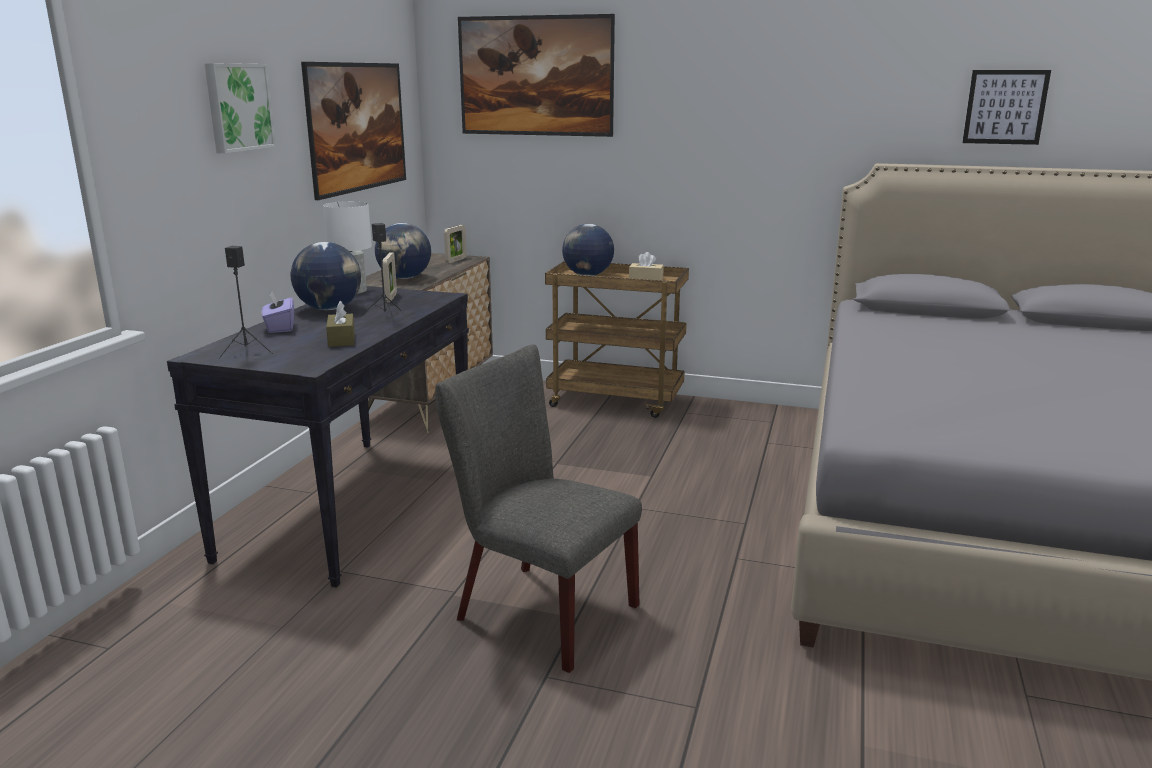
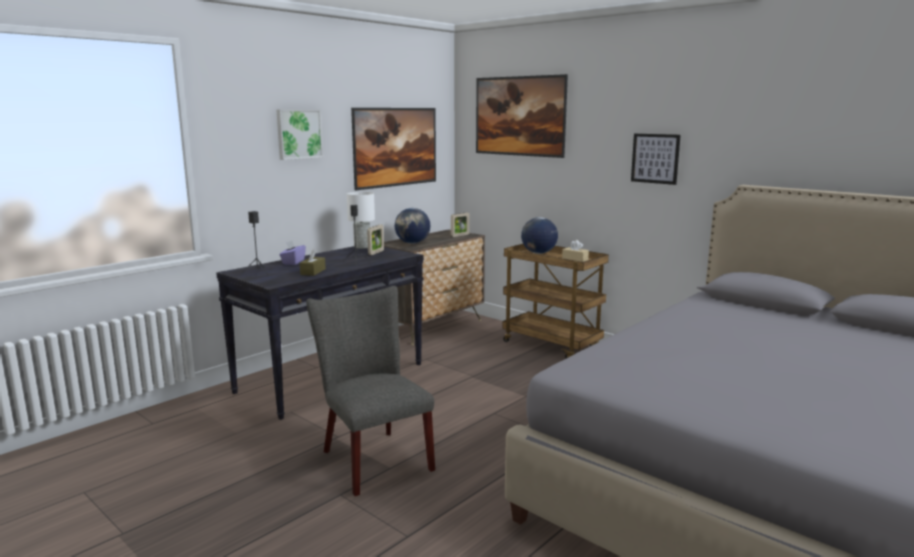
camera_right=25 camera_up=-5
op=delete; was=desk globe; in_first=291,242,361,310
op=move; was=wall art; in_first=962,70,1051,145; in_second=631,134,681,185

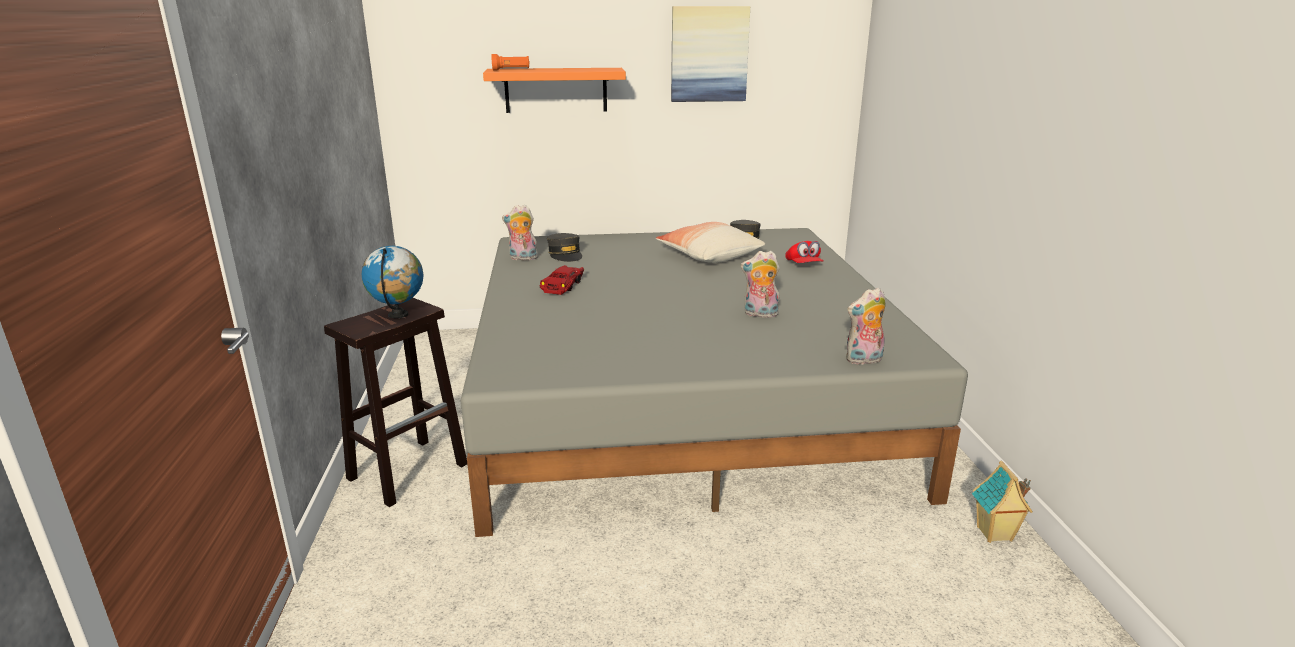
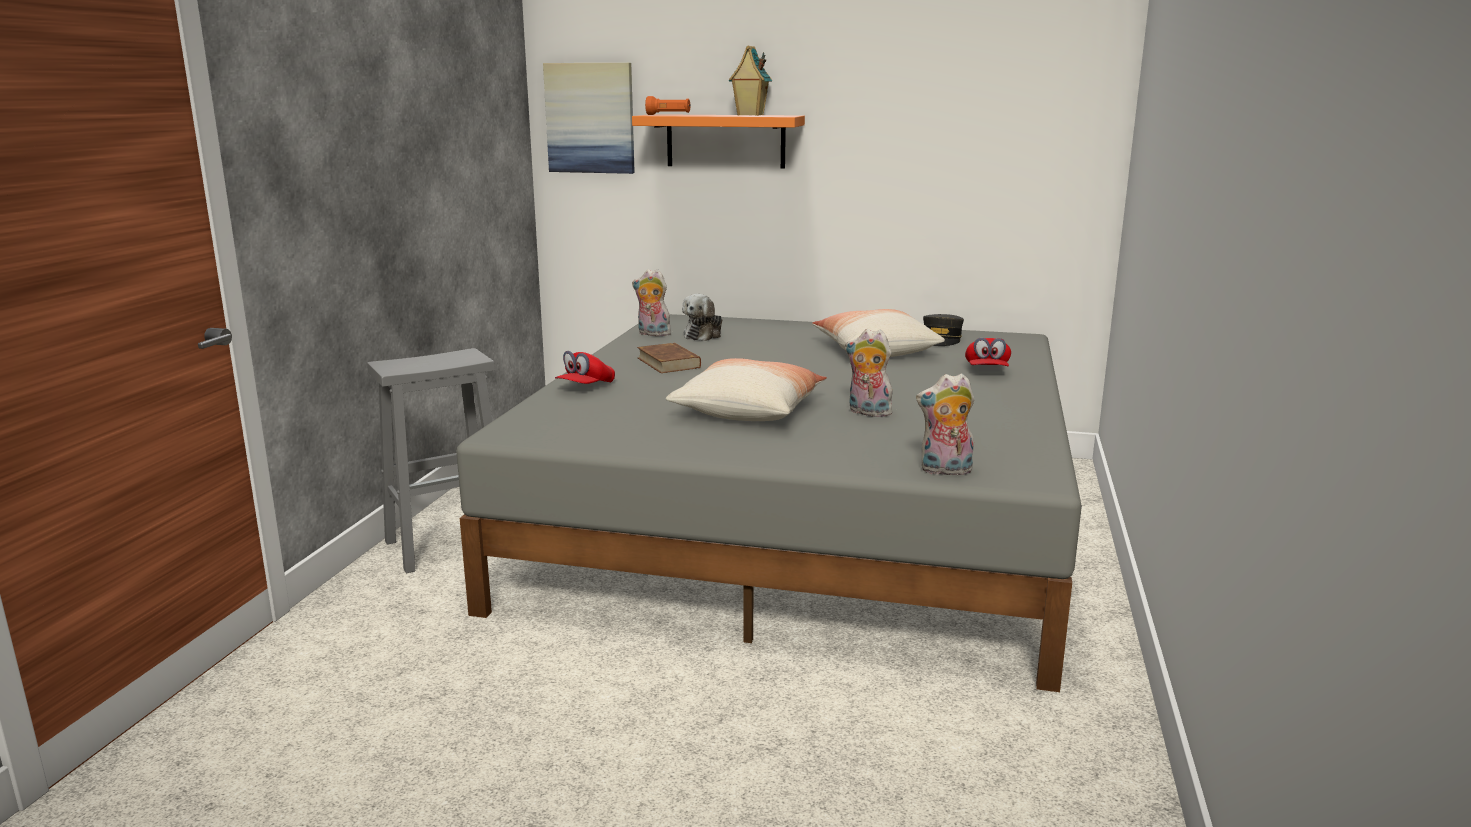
camera_right=20 camera_up=-5
op=recolor; was=stool/brownish; now=stool/gray; in_first=324,298,467,507; in_second=367,348,495,574
op=delete; was=desk globe; in_first=362,246,424,318
op=replace; was=toy car/red-coloured; now=bound book/brownish; in_first=540,265,584,295; in_second=637,343,701,373
op=replace; was=peaked cap/gray; now=plush toy; in_first=547,233,582,262; in_second=682,294,722,341
op=move; was=wall art; in_first=671,6,750,102; in_second=543,63,635,174
op=move; was=miniature house; in_first=972,461,1033,543; in_second=729,46,772,116
op=insert; now=peaked cap/red-coloured; in_second=555,351,615,384
op=insert; now=cushion; in_second=666,358,827,421

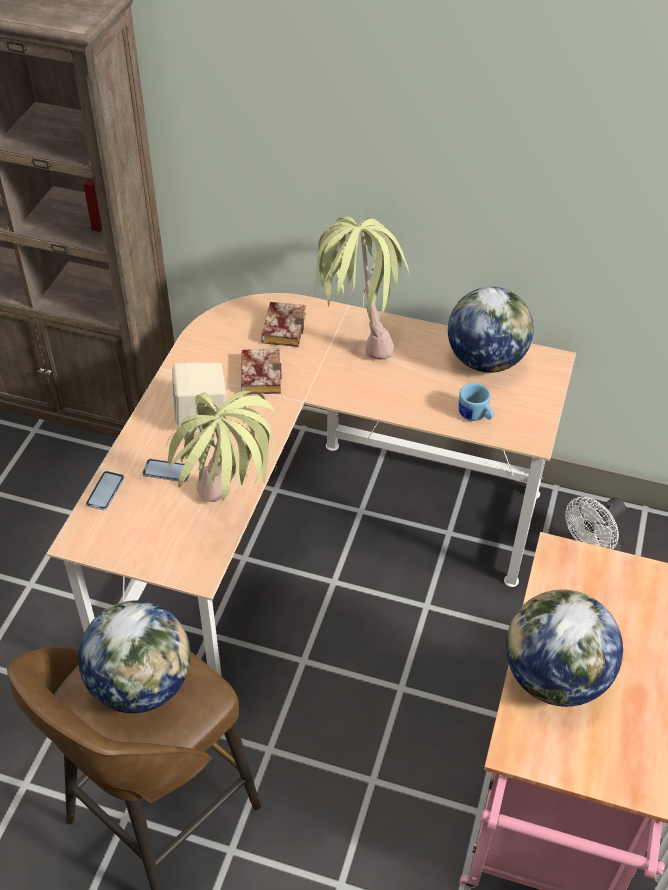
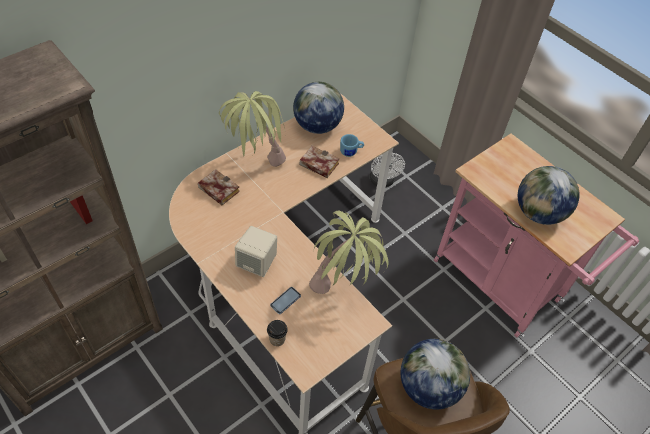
camera_right=-60 camera_up=5
op=replace; was=phone; now=cup; in_first=86,471,124,510; in_second=267,320,288,346
op=move; was=bound book; in_first=241,349,282,395; in_second=300,146,340,178

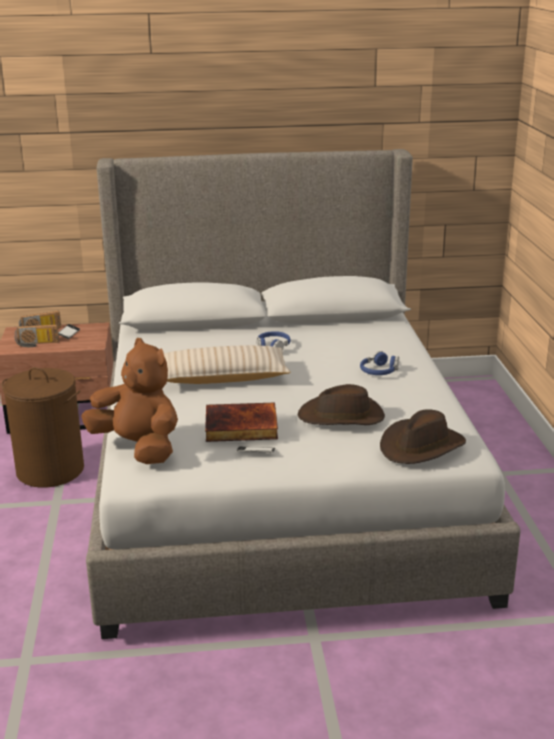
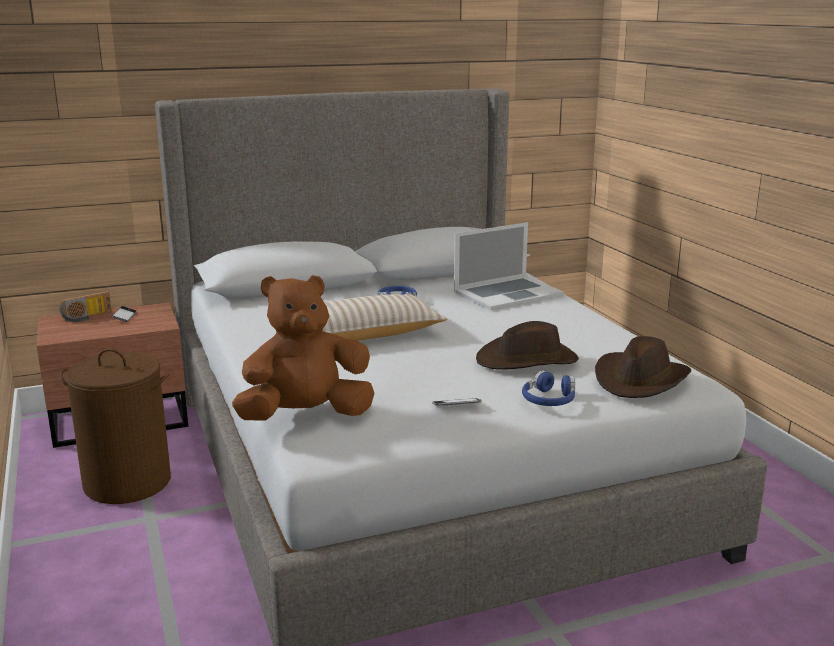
camera_right=-15 camera_up=-5
op=delete; was=radio set; in_first=14,325,59,347
op=rotate; was=plush toy/brownish; in_first=81,338,178,464; in_second=232,275,375,421; clockwise=-45
op=delete; was=bound book; in_first=205,402,278,442
op=move; was=headphones/bluish; in_first=360,351,399,375; in_second=522,370,575,406
op=insert; now=portable computer; in_second=454,222,564,310

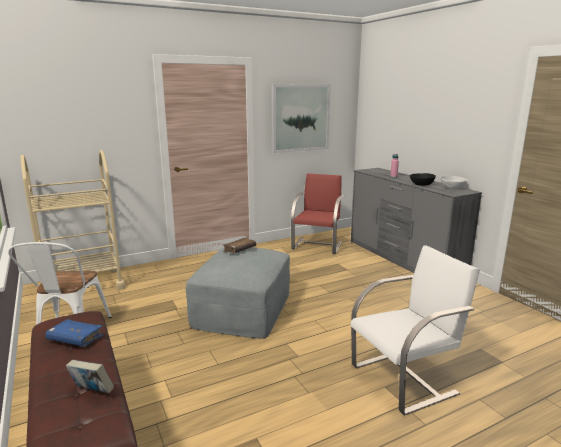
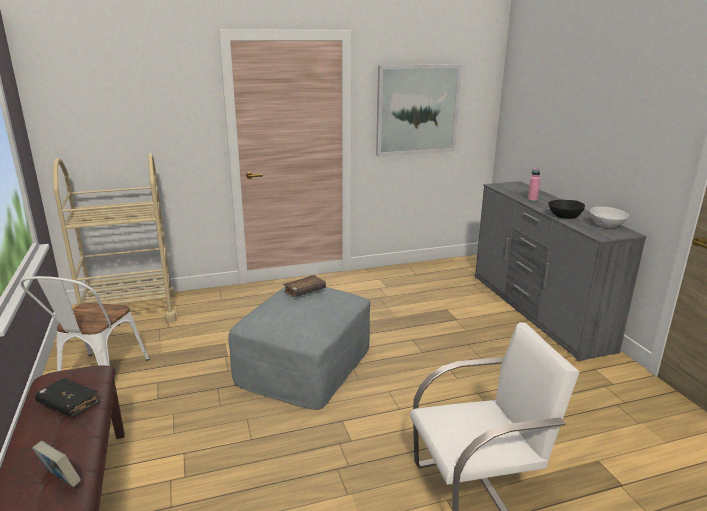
camera_right=10 camera_up=5
op=recolor; was=bound book/bluish; now=bound book/black-coloured; in_first=46,319,104,347; in_second=35,378,101,417
op=delete; was=upright chair/red-coloured; in_first=291,173,344,254

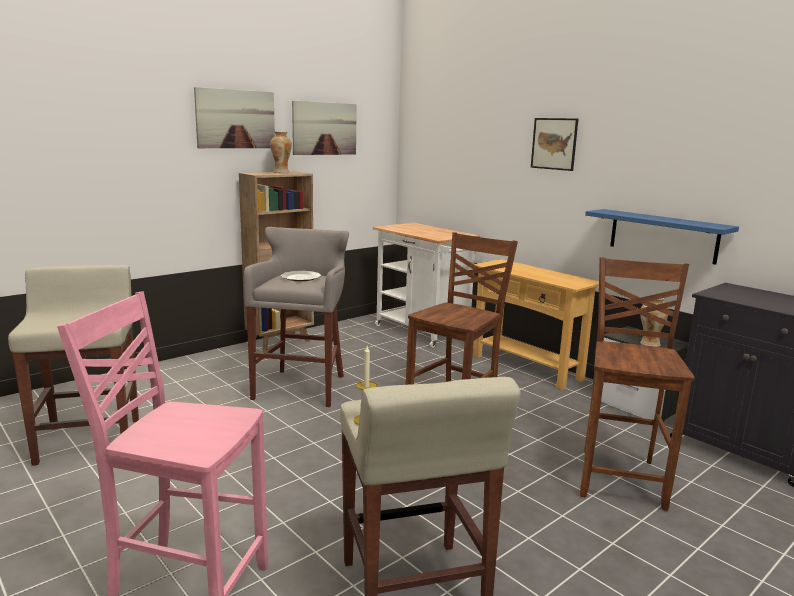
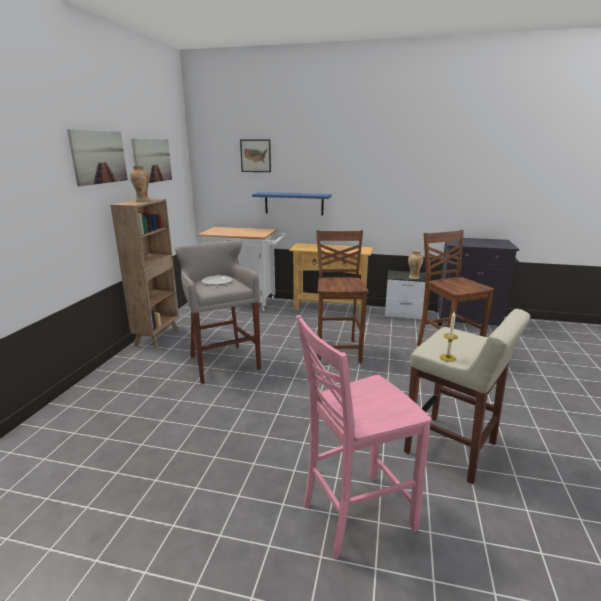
camera_right=-35 camera_up=5
op=delete; was=stool/beige-coloured; in_first=8,265,139,466
op=move; was=wall art; in_first=531,118,578,171; in_second=240,139,271,172
op=move; was=wall shelf/bluish; in_first=585,209,739,265; in_second=252,192,332,215

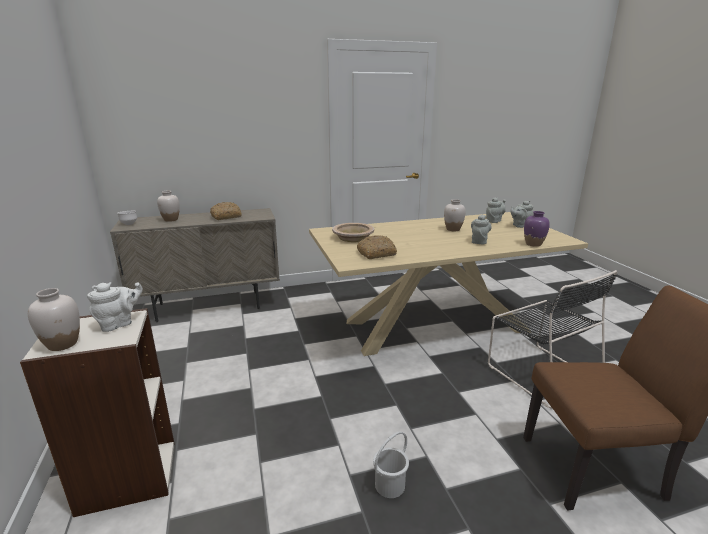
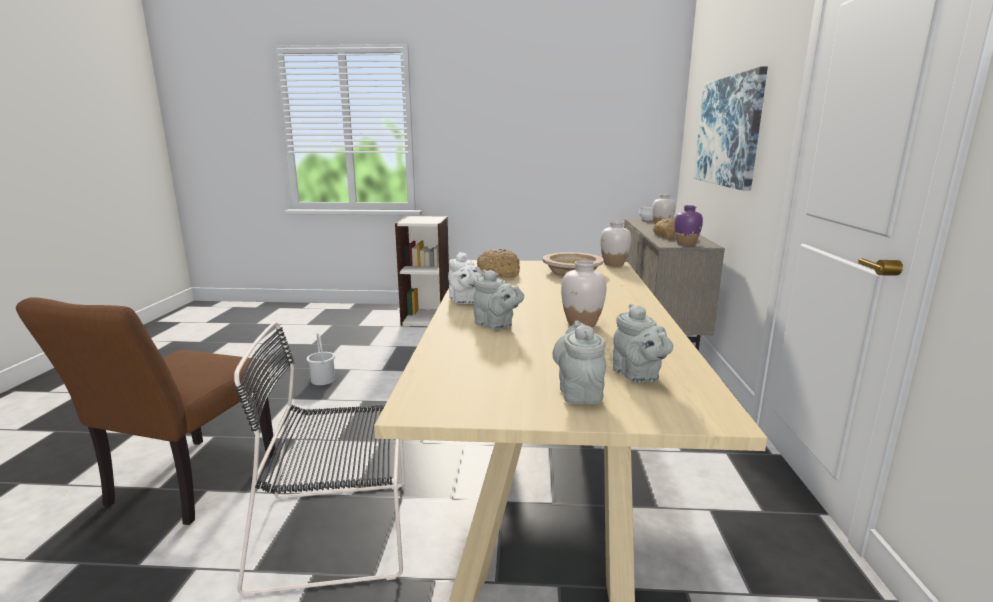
camera_right=110 camera_up=-5
op=move; was=decorative vase/white; in_first=28,288,80,351; in_second=600,221,631,266
op=move; was=pot for tea/white; in_first=87,282,143,332; in_second=448,252,482,304
op=move; was=decorative vase/purple-coloured; in_first=524,211,550,247; in_second=674,205,703,246
op=insert; now=wall art; in_second=694,66,768,191

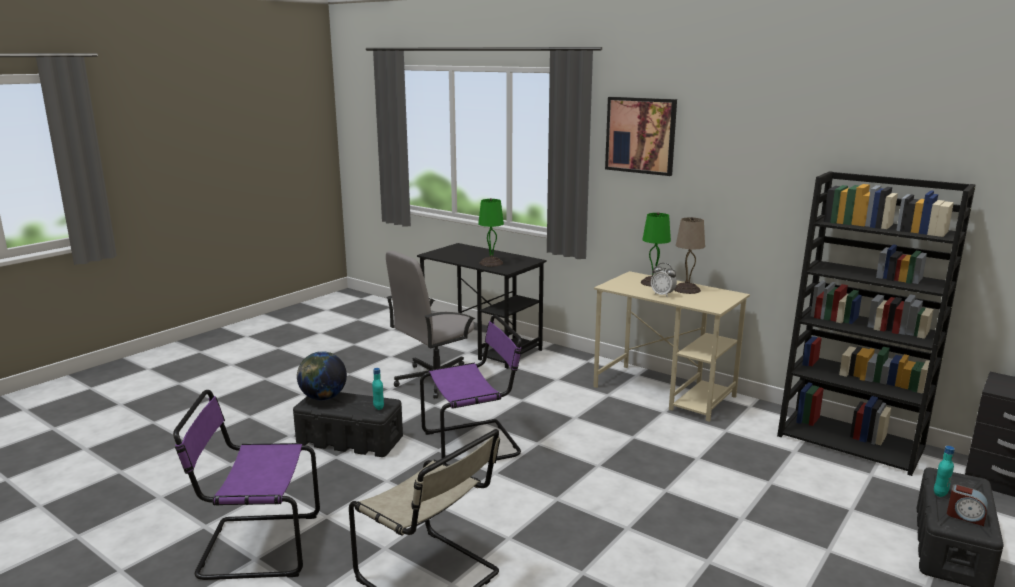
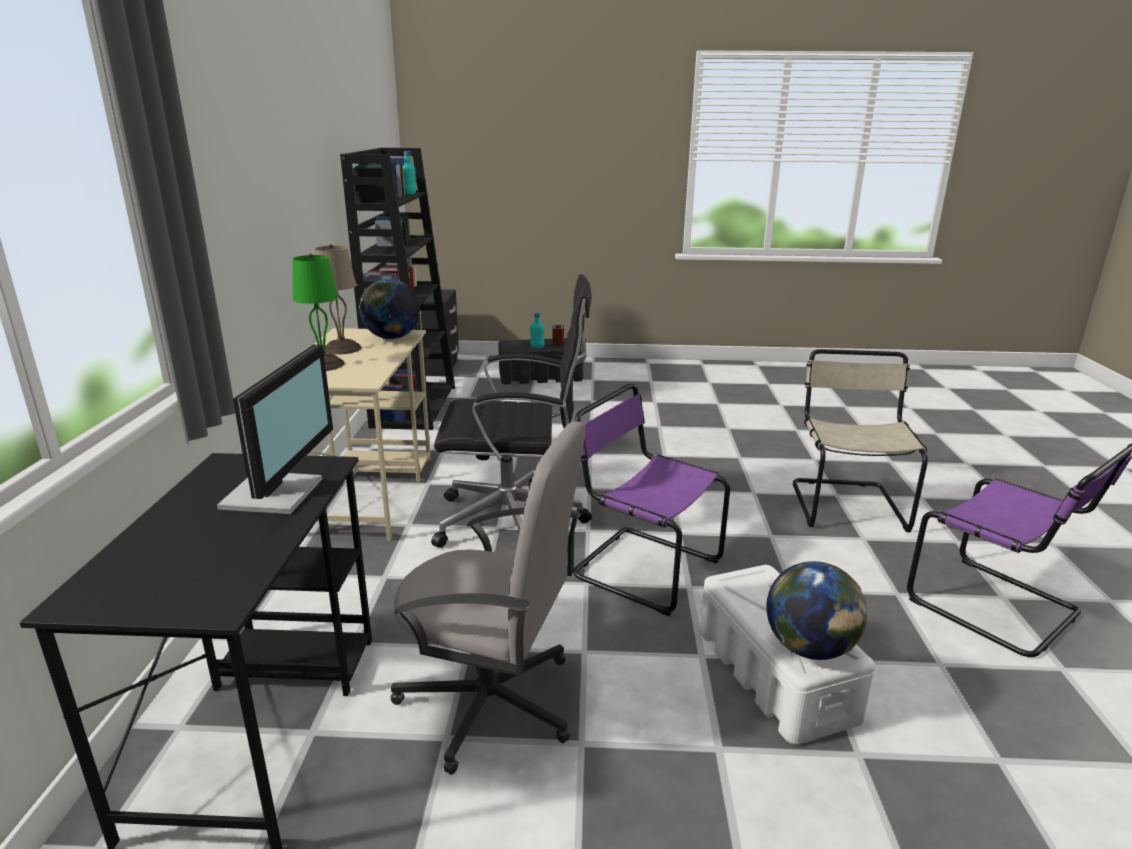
camera_right=-125 camera_up=5
op=recolor; was=storage bin/black-coloured; now=storage bin/white; in_first=293,392,403,457; in_second=700,565,875,745
op=move; was=drink bottle/blue-green; in_first=372,368,384,410; in_second=403,151,417,195
op=replace; was=table lamp/green; now=computer screen; in_first=478,198,504,267; in_second=217,345,333,514
op=delete; was=wall art; in_first=605,97,677,176
op=delete; was=table clock; in_first=651,263,677,297
op=insert; now=desk globe; in_second=359,279,420,340
op=insert; now=desk chair/black-coloured; in_second=431,274,592,548

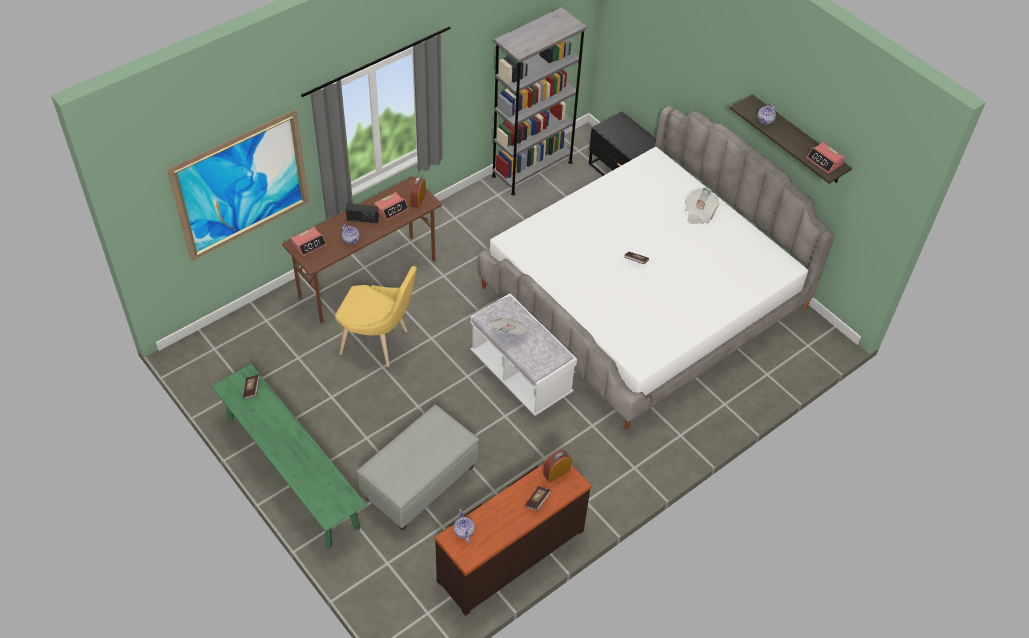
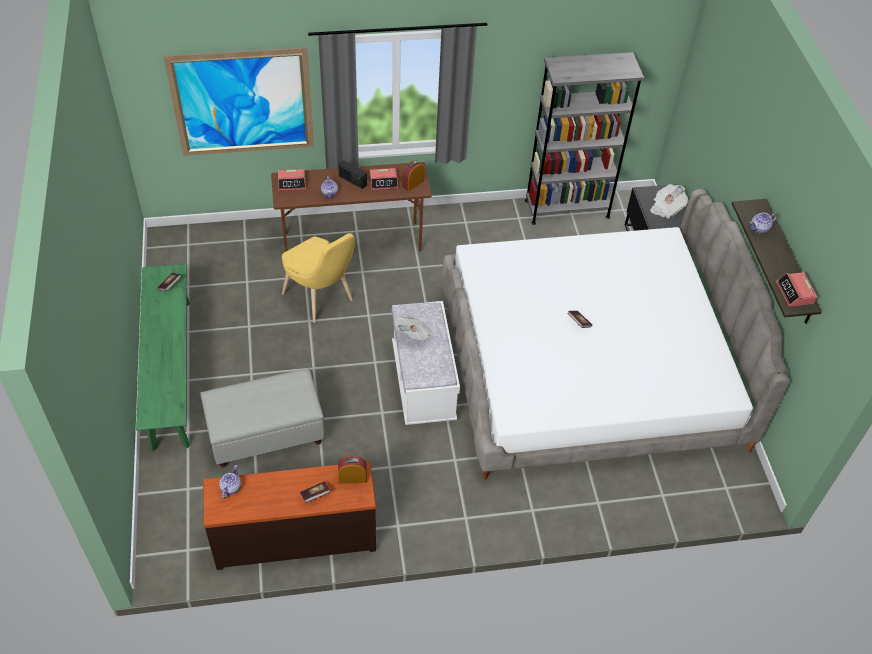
camera_right=30 camera_up=0
op=move; was=newspaper; in_first=685,187,719,224; in_second=650,184,688,219

